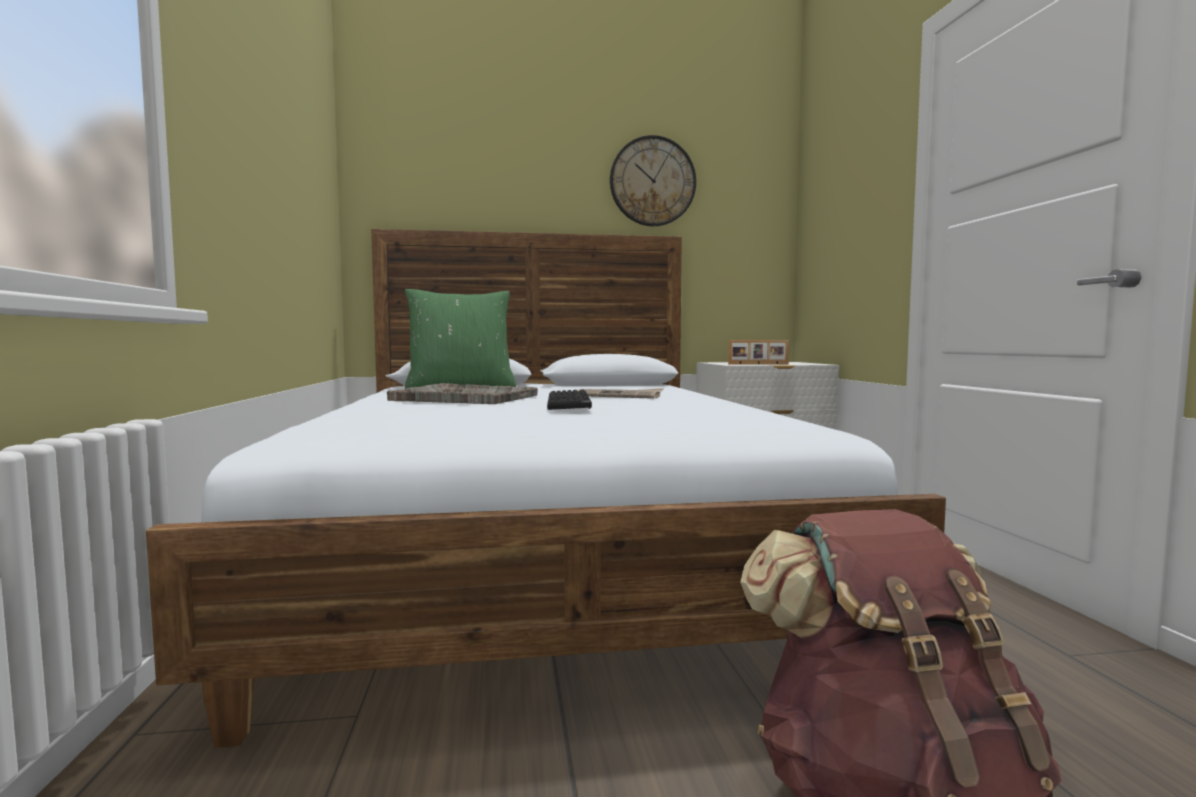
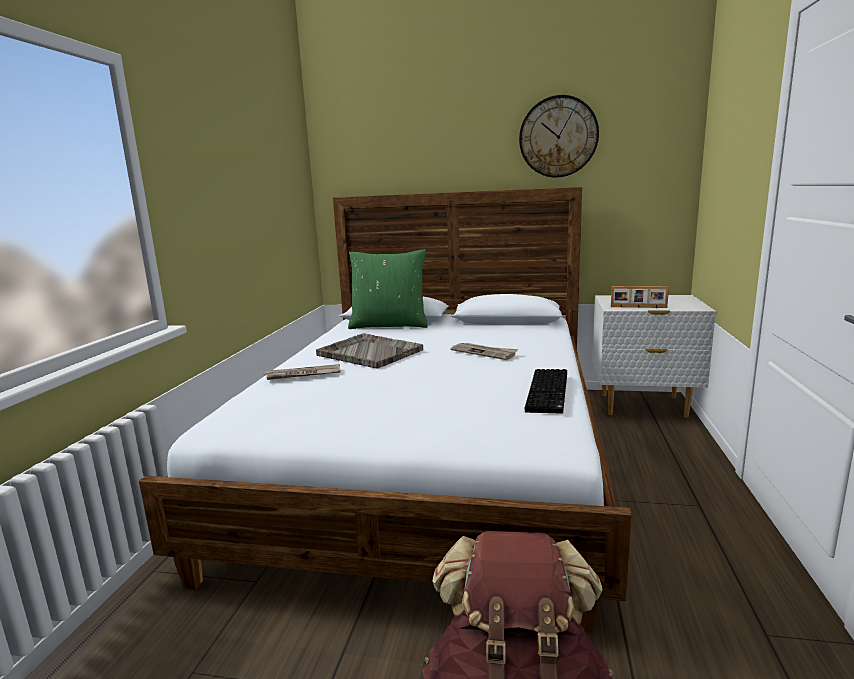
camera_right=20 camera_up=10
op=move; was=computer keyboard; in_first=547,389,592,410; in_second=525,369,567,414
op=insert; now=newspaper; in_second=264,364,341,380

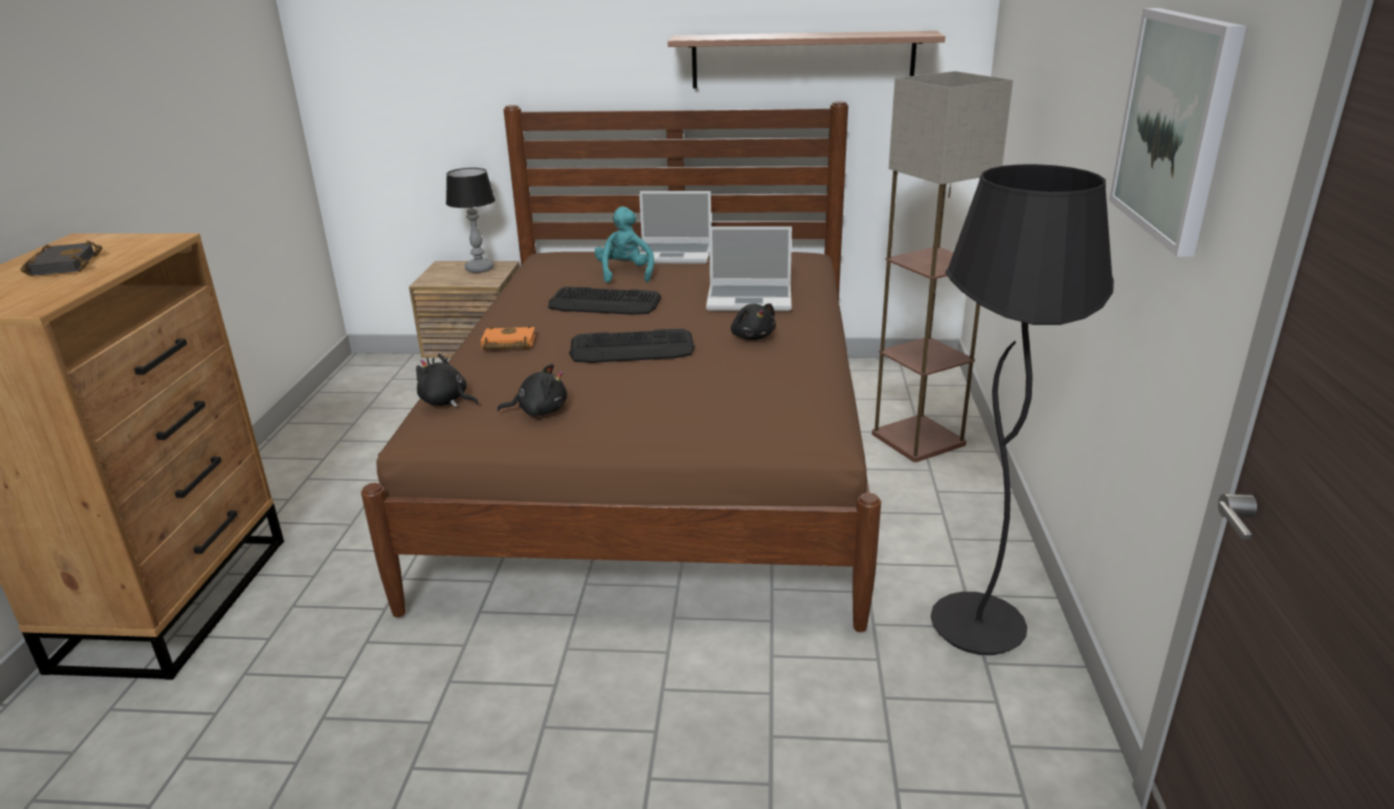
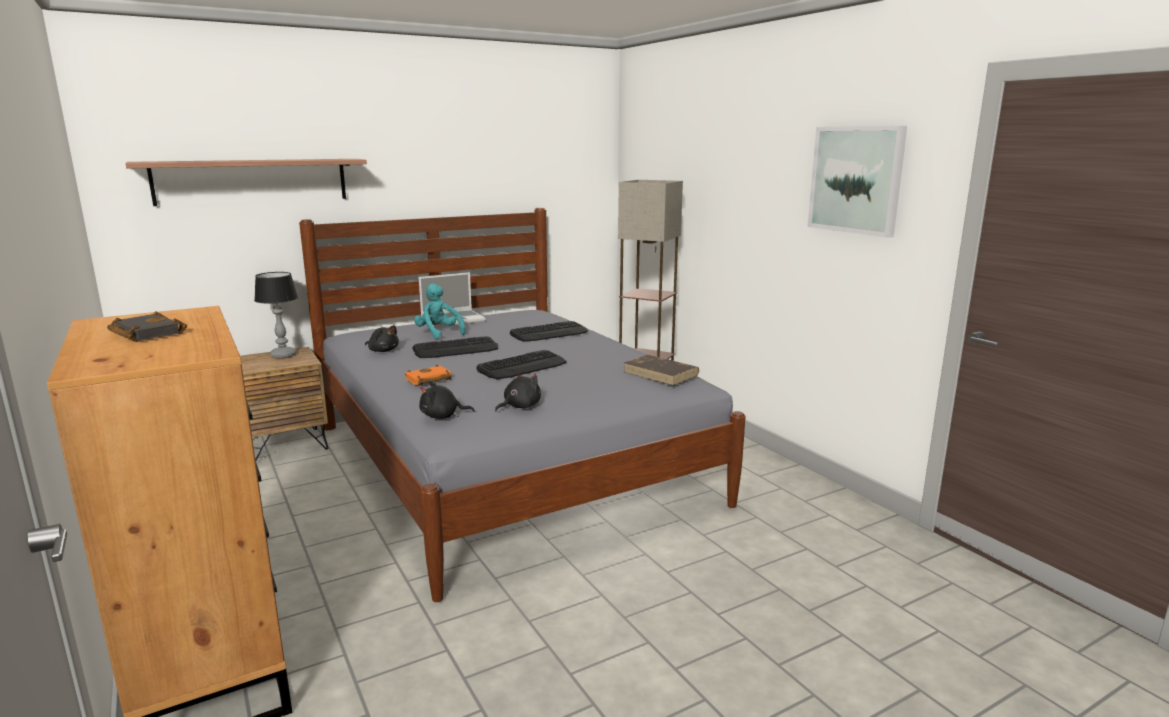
camera_right=-35 camera_up=-10
op=recolor; was=sleeping bed/brownish; now=sleeping bed/gray; in_first=361,101,881,632; in_second=299,208,746,602
op=move; was=wall shelf; in_first=668,31,945,89; in_second=125,159,367,206
op=replace; was=portable computer; now=computer keyboard; in_first=706,226,792,311; in_second=510,321,588,342
op=move; was=plush toy/black-coloured; in_first=731,303,776,340; in_second=365,325,399,352
op=delete; was=standing lamp/black-coloured; in_first=931,164,1114,655
op=insert; now=bound book/brownish; in_second=624,355,699,386

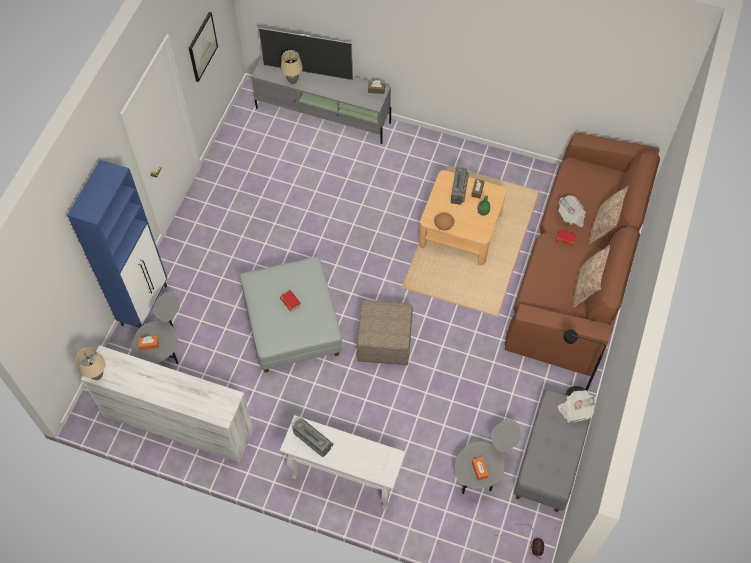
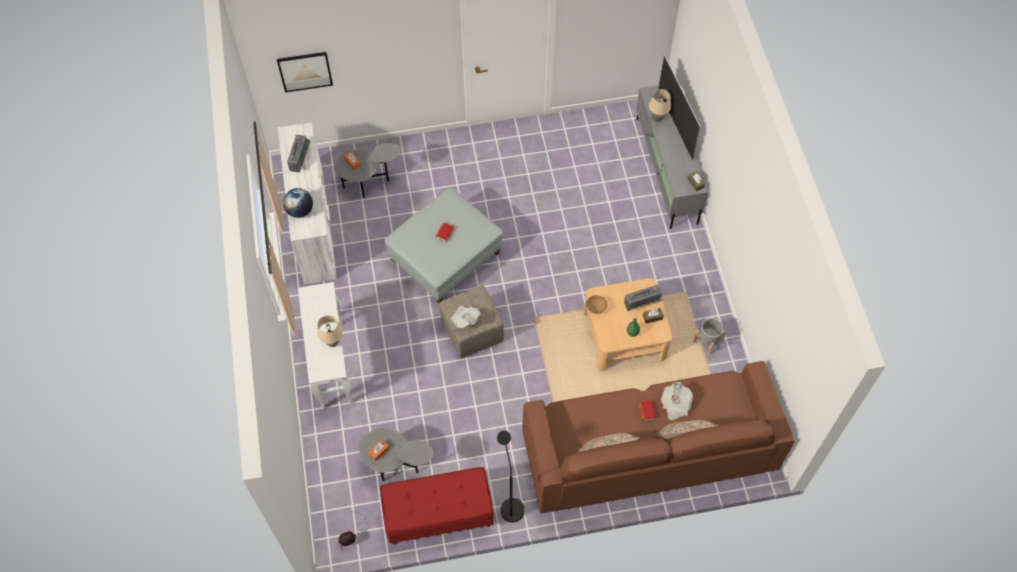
camera_right=60 camera_up=0
op=delete; was=cabinet/bluish; in_first=67,160,168,328
op=move; was=table lamp/beige-coloured; in_first=76,347,105,380; in_second=317,315,343,347
op=move; was=wall art; in_first=189,12,218,82; in_second=277,52,333,93
op=move; was=radio set; in_first=293,418,333,457; in_second=287,135,310,172
op=recolor; was=bench/gray; now=bench/red-coloured; in_first=514,389,591,512; in_second=380,467,493,545
op=move; was=newspaper; in_first=558,390,597,423; in_second=450,306,481,328
op=insert; now=desk globe; in_second=283,188,313,218
op=insert; now=planter/gray; in_second=693,318,726,355

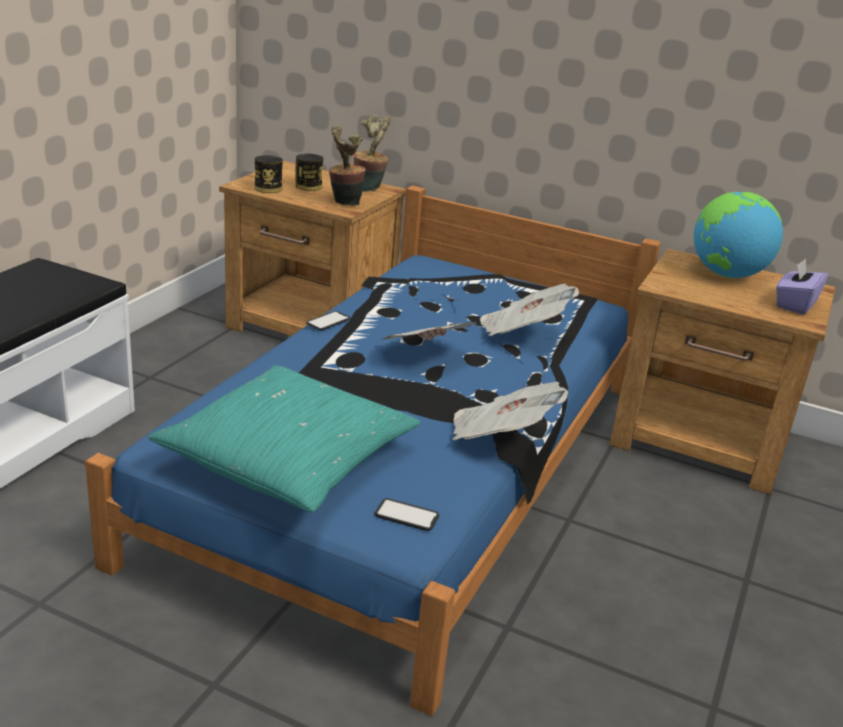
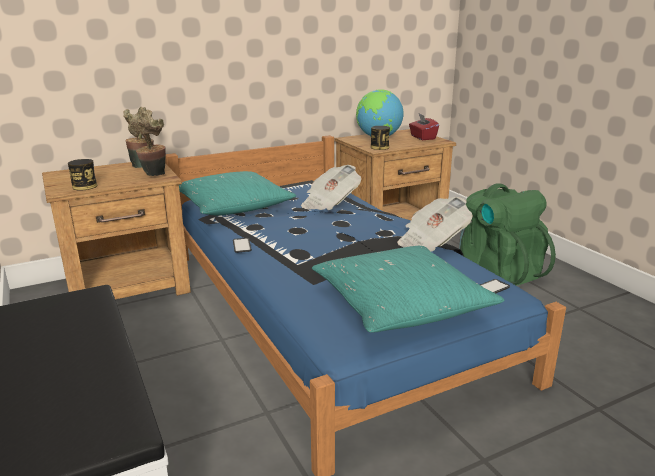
camera_right=-50 camera_up=-5
op=move; was=sealed can; in_first=295,154,323,191; in_second=371,126,390,150
op=delete; was=newspaper; in_first=381,322,478,341
op=recolor; was=box of tissues/purple-coloured; now=box of tissues/red-coloured; in_first=776,258,828,315; in_second=409,114,439,140
op=insert; now=cushion/blue-green; in_second=179,171,296,216
op=insert; now=backpack/green; in_second=459,183,556,286

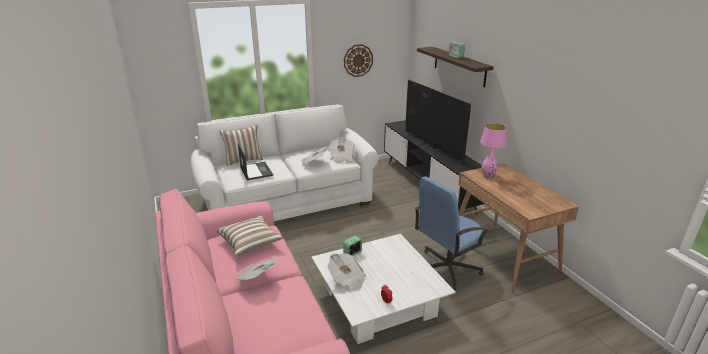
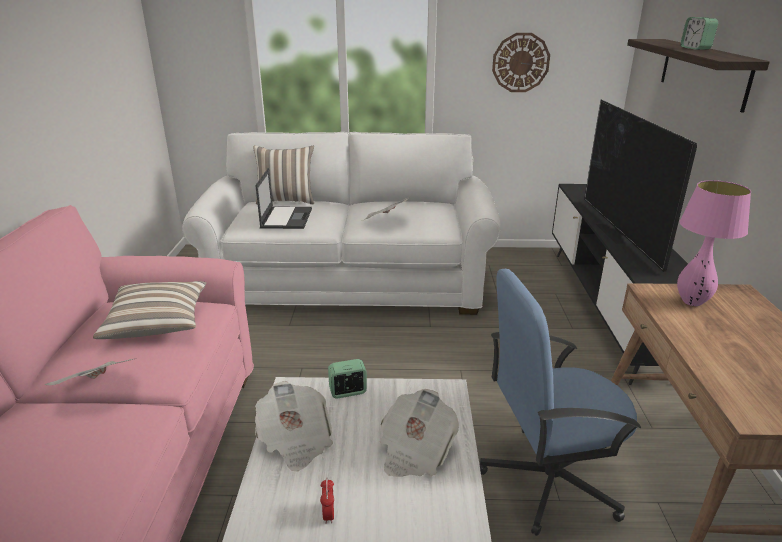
camera_right=25 camera_up=0
op=move; was=newspaper; in_first=328,137,355,163; in_second=380,389,459,477

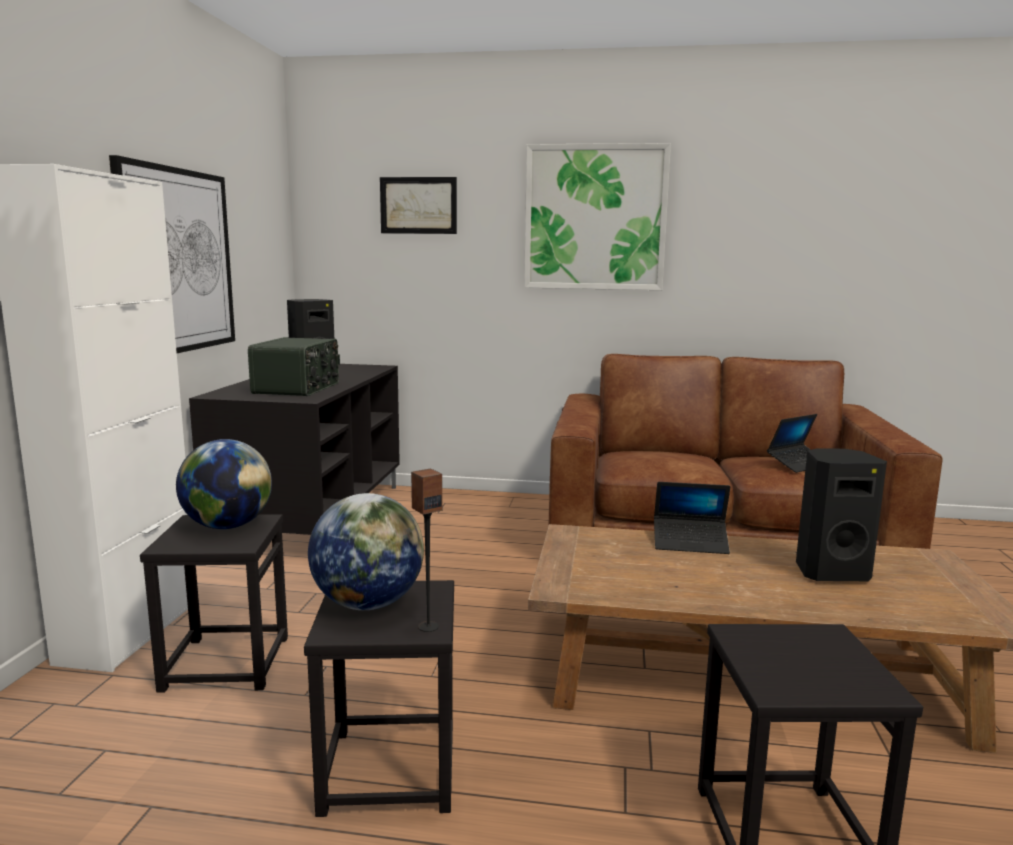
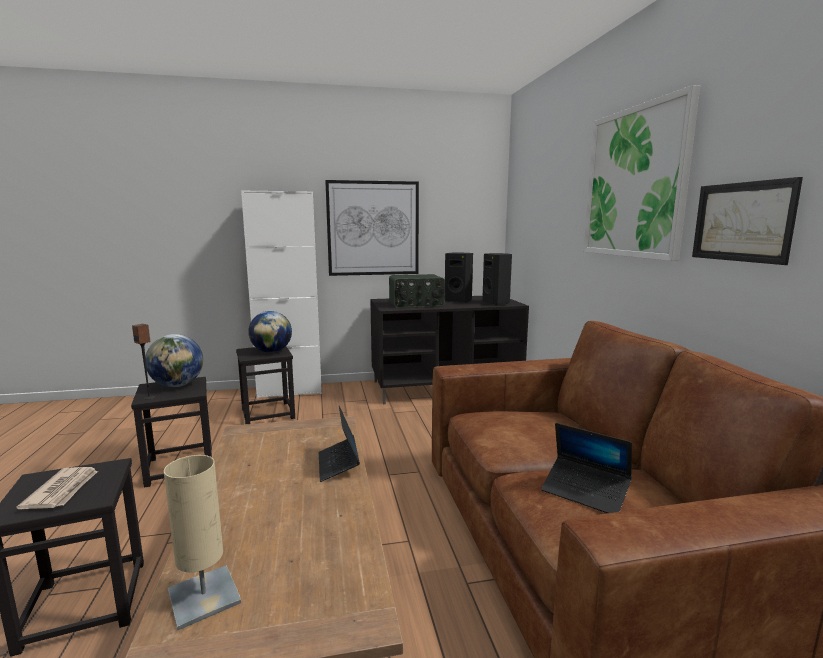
camera_right=70 camera_up=0
op=move; was=wall art; in_first=380,177,457,234; in_second=692,177,803,265
op=move; was=speaker/black-coloured; in_first=796,448,887,581; in_second=482,253,512,305
op=insert; now=newspaper; in_second=16,467,98,509
op=insert; now=table lamp/beige-coloured; in_second=164,455,241,630

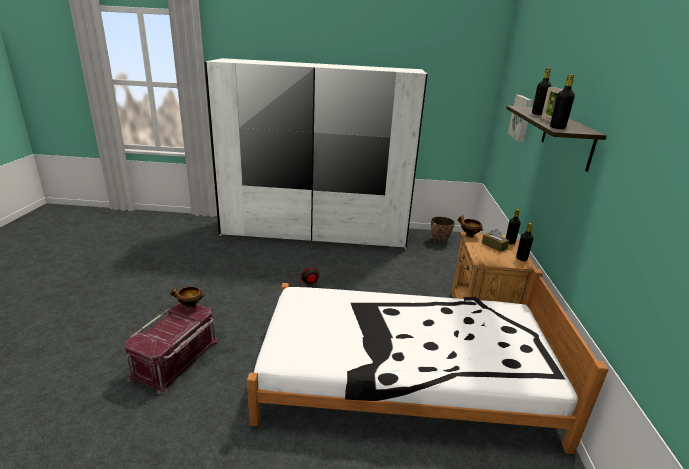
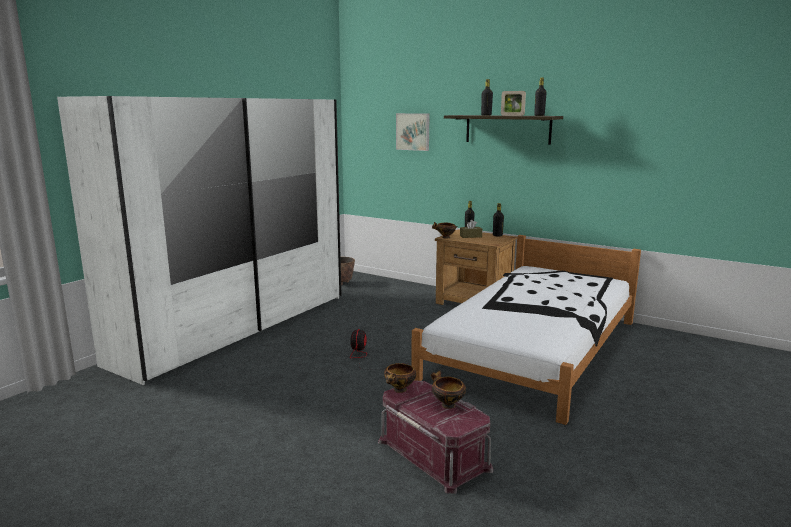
camera_right=-60 camera_up=-10
op=insert; now=deep dish; in_second=431,370,466,409

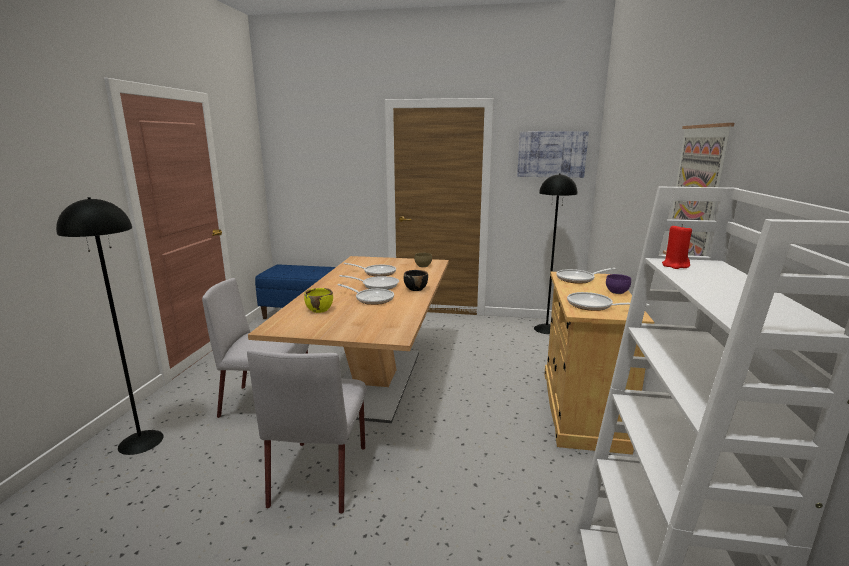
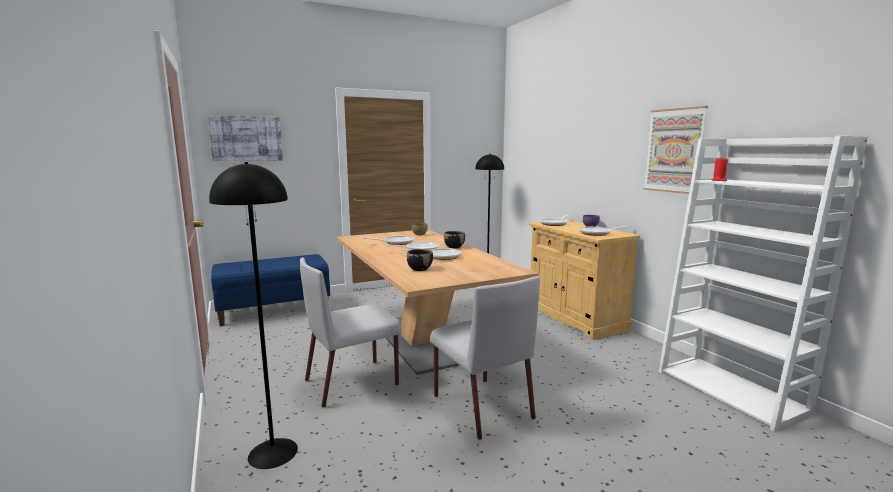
camera_right=-35 camera_up=-5
op=recolor; was=deep dish/yellow; now=deep dish/black-coloured; in_first=304,288,333,313; in_second=407,249,433,271
op=move; was=wall art; in_first=517,131,589,178; in_second=208,115,283,161

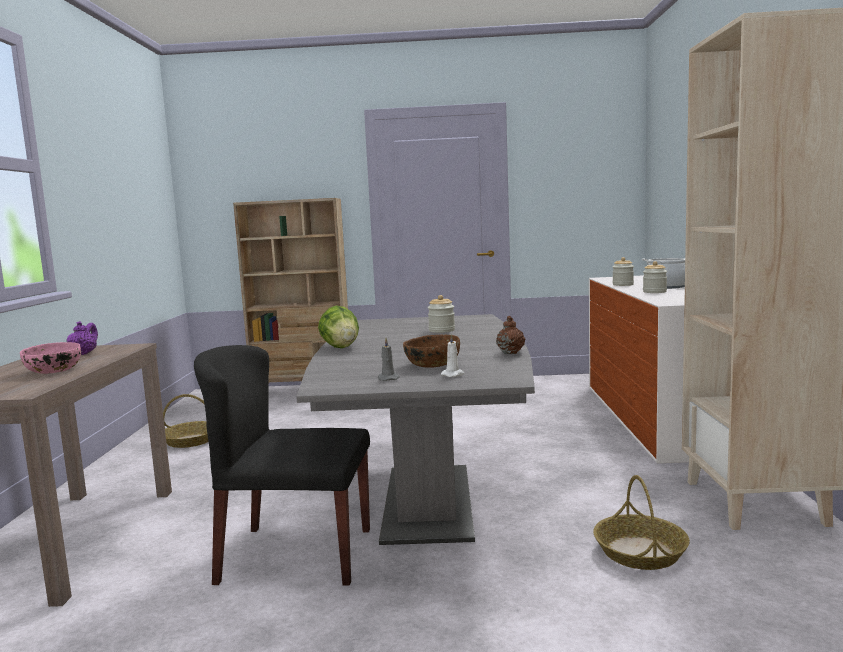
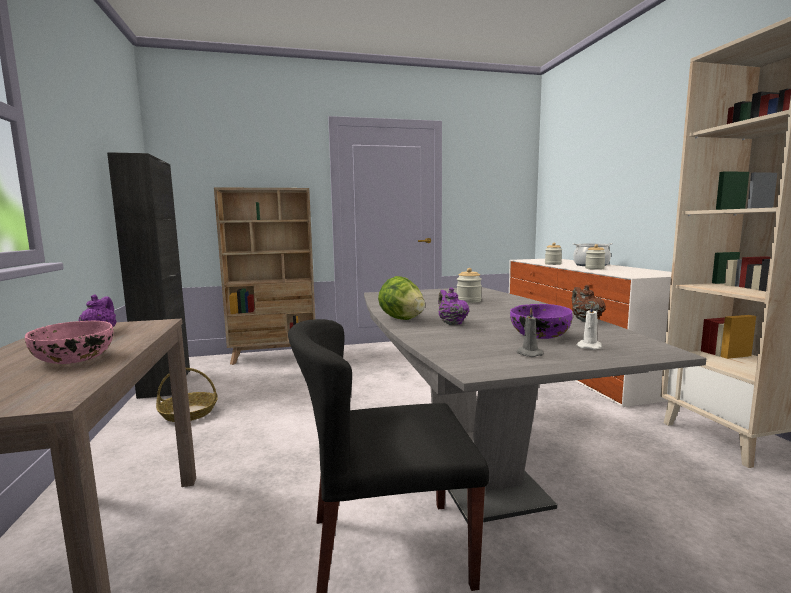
camera_right=-15 camera_up=0
op=recolor; was=deep dish/brownish; now=deep dish/purple-coloured; in_first=403,335,460,368; in_second=510,304,573,339
op=delete; was=basket; in_first=593,475,690,570
op=insert; now=cabinet/black-coloured; in_second=107,152,190,399
op=insert; now=pot for tea/purple-coloured; in_second=438,287,469,325

